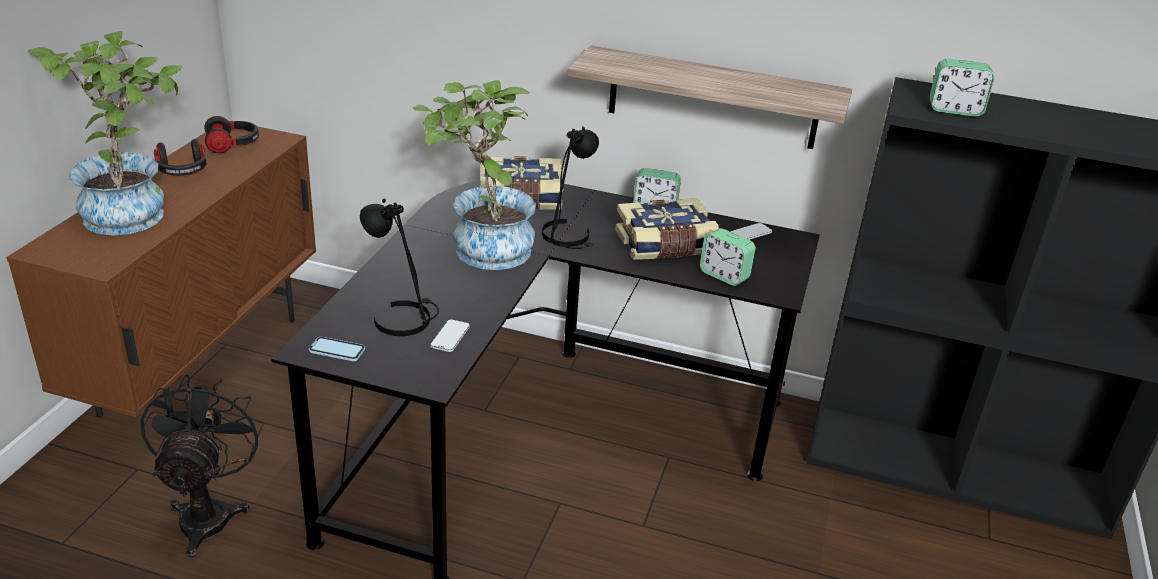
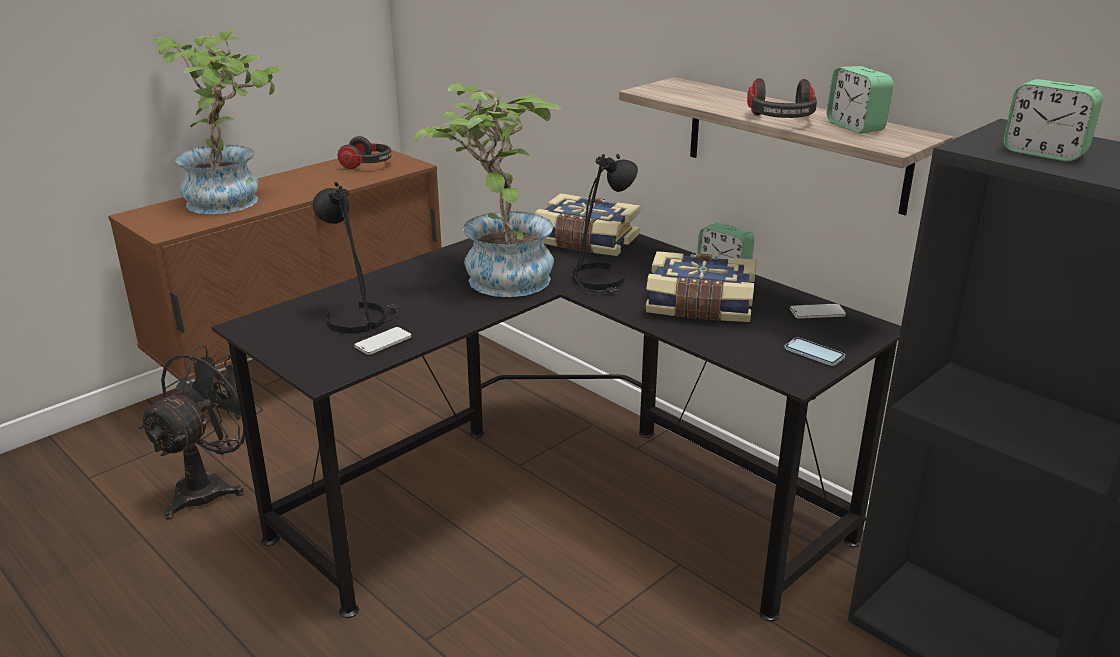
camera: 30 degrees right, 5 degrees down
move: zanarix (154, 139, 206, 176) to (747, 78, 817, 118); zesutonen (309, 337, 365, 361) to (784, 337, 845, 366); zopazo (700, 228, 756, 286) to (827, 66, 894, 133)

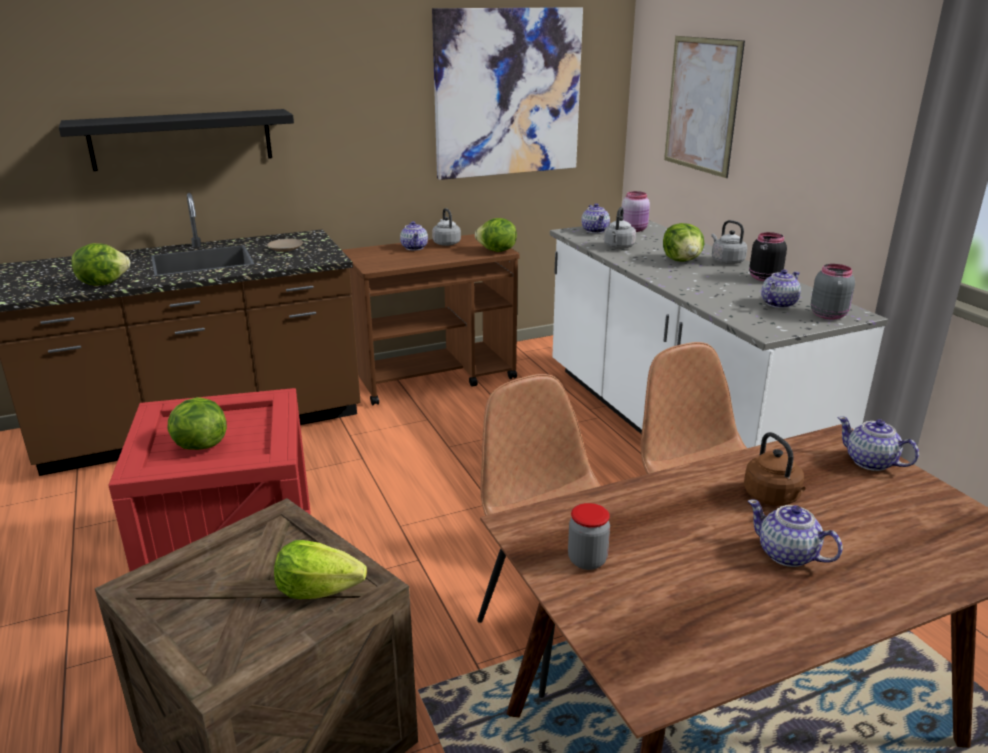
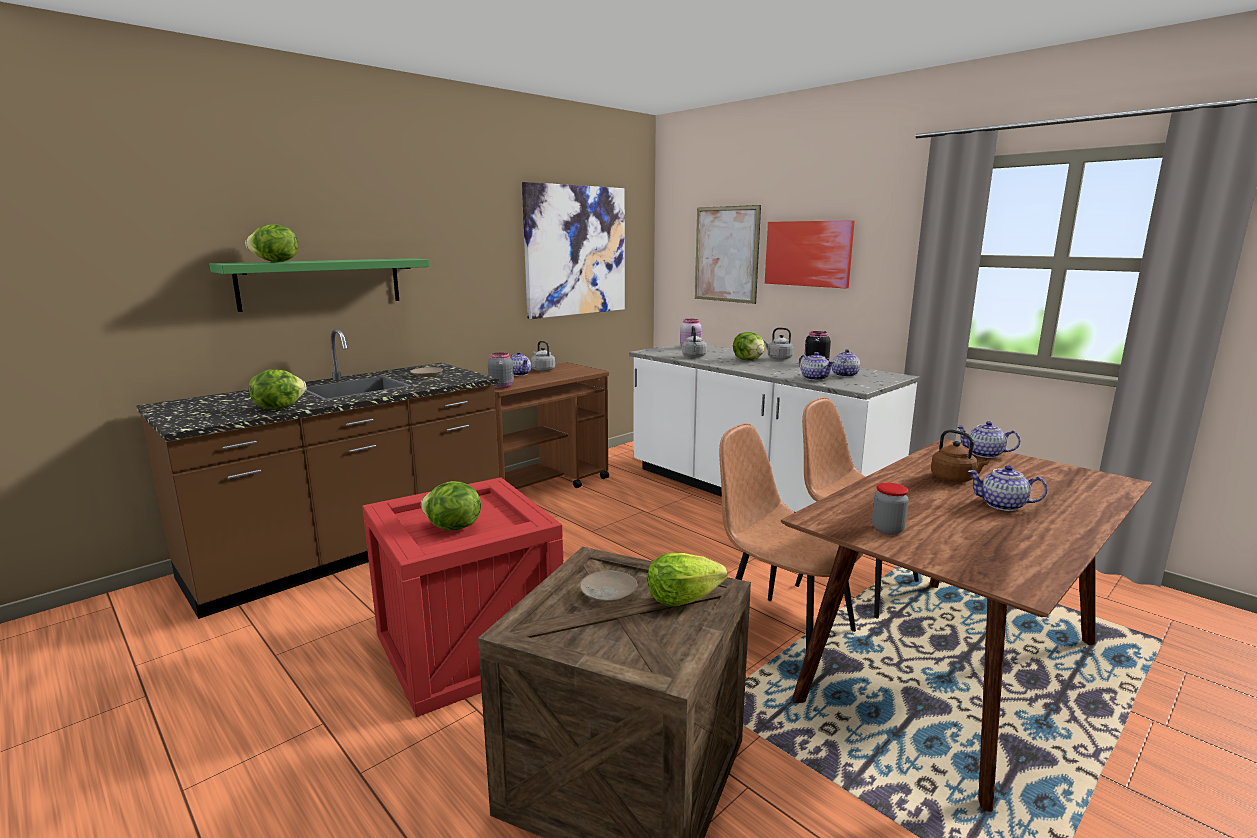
camera: 20 degrees left, 10 degrees down
insert: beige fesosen (580, 570, 637, 602); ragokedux (765, 220, 854, 288)
move: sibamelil (475, 218, 517, 252) to (245, 224, 298, 262); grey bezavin (811, 264, 855, 320) to (488, 353, 514, 388); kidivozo (581, 203, 610, 233) to (799, 352, 834, 381)
recolor: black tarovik (59, 109, 294, 171) to green tarovik (209, 258, 429, 312)

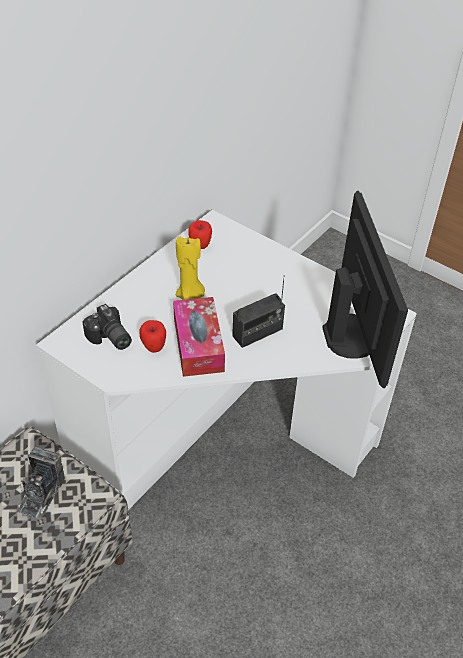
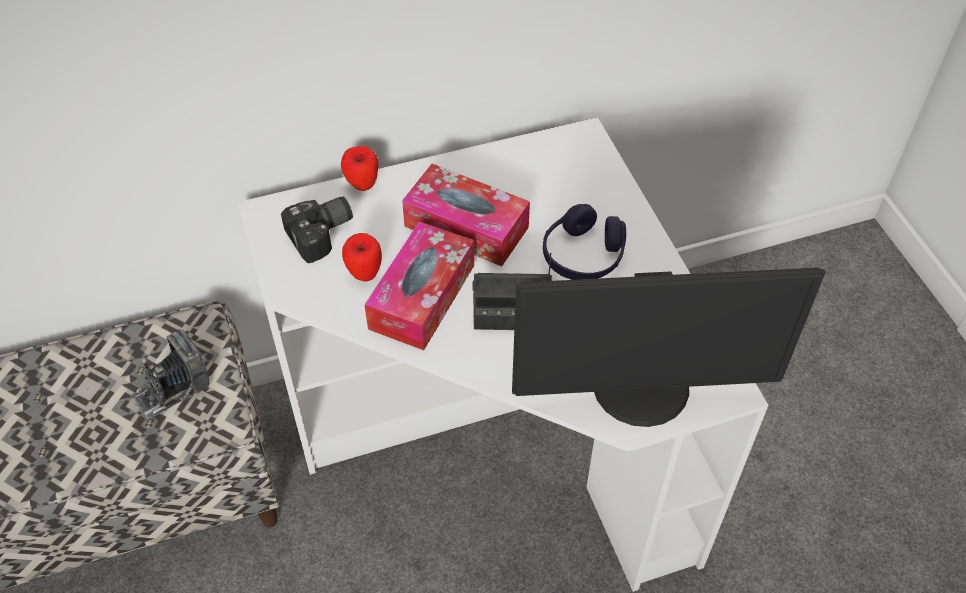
camera: 35 degrees right, 5 degrees up
insert: purple zanarix (543, 204, 626, 280)
move: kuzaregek (188, 220, 212, 249) to (341, 146, 378, 191)
replace: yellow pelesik (176, 236, 205, 300) to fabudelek (402, 164, 530, 266)
rotate: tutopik (82, 304, 132, 350) = (281, 197, 353, 263) 120 degrees counterclockwise; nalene (322, 191, 408, 388) = (512, 268, 825, 427) 60 degrees clockwise

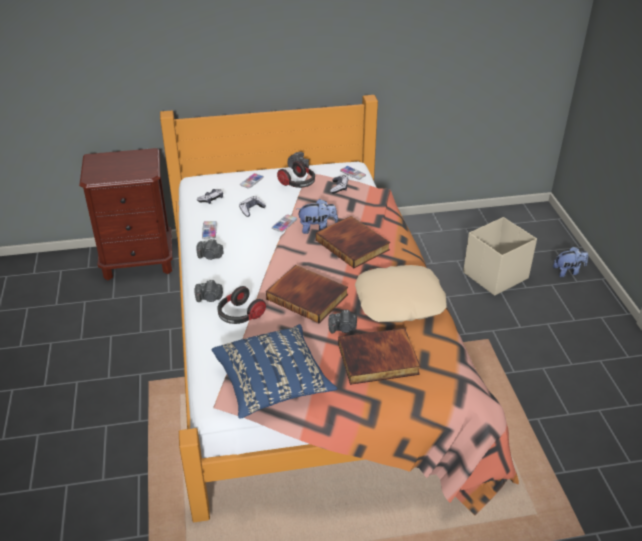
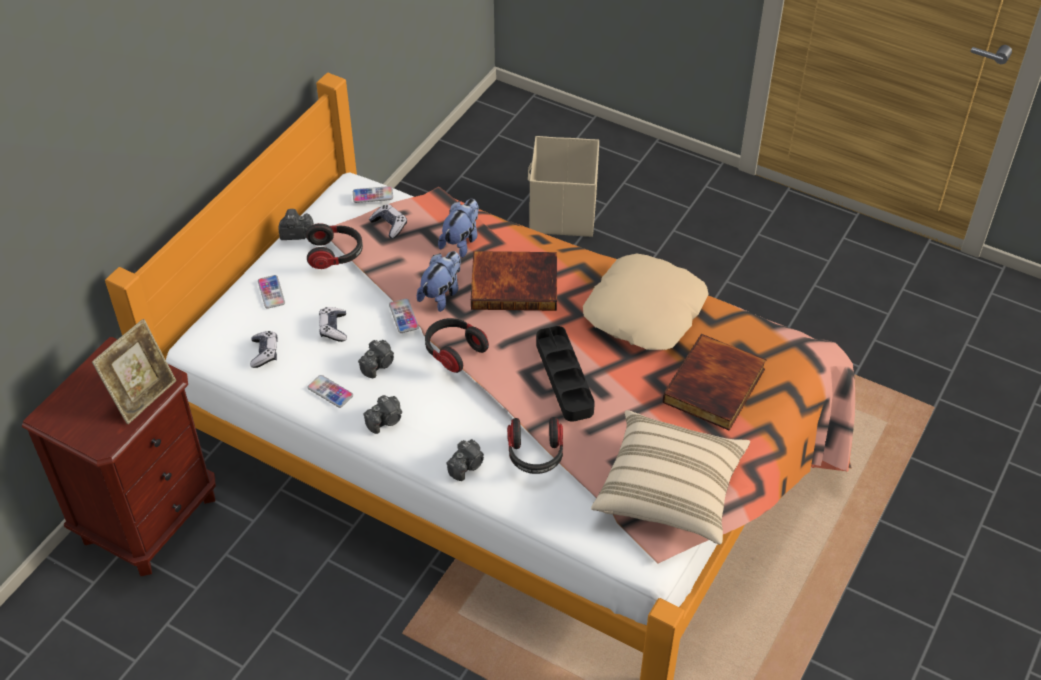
camera: 50 degrees left, 10 degrees up
insert: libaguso (92, 319, 176, 424); zanarix (425, 318, 489, 373)
move: tutopik (329, 310, 357, 334) to (358, 340, 394, 378); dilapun (553, 246, 588, 277) to (438, 199, 479, 258)
replace: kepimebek (266, 265, 348, 323) to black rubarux (536, 326, 595, 422)
recolor: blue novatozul (211, 324, 337, 419) to beige novatozul (591, 410, 750, 545)

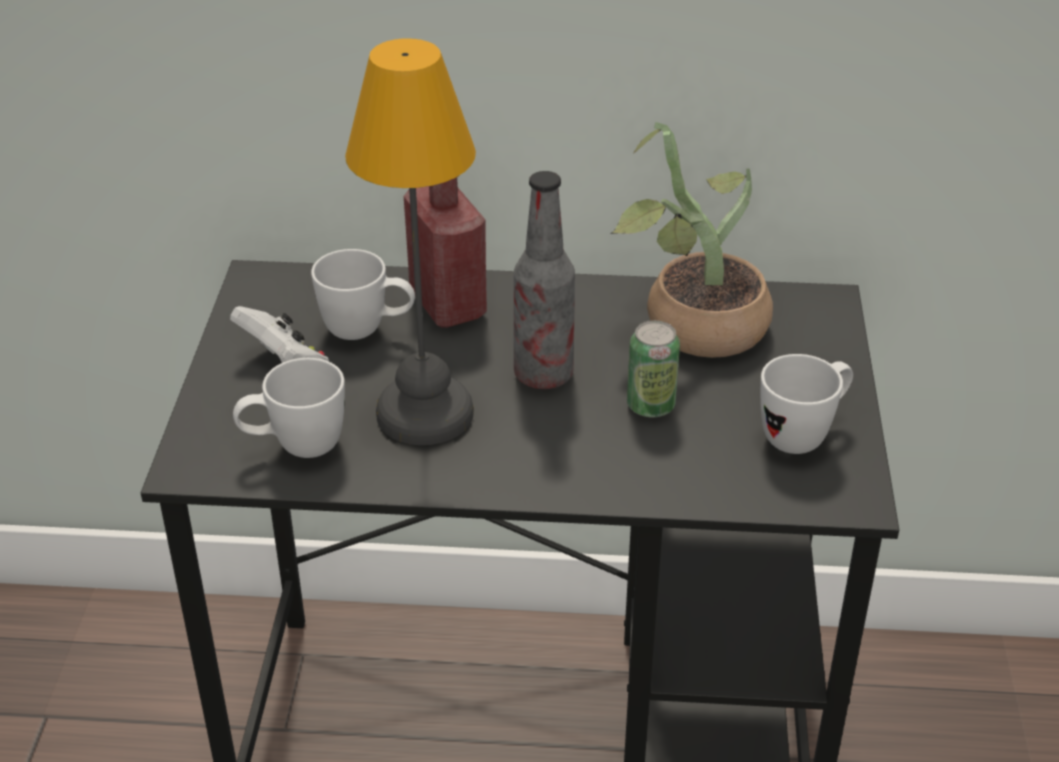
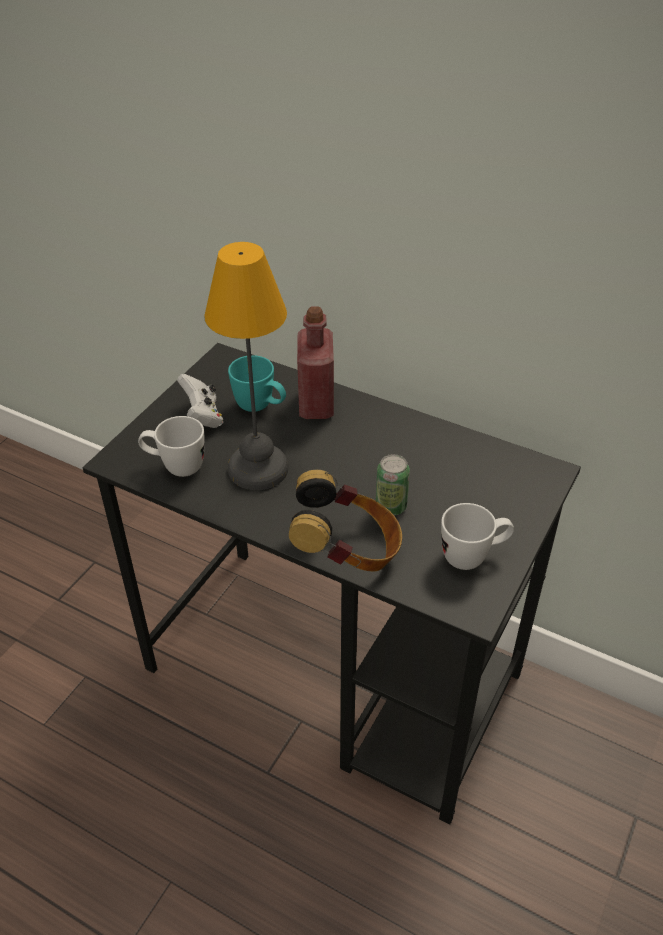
camera: 25 degrees right, 5 degrees up
delete: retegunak (514, 171, 575, 389); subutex (610, 122, 773, 358)
insert: zanarix (289, 470, 402, 571)
recolor: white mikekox (311, 249, 415, 340) to turquoise mikekox (228, 355, 286, 412)

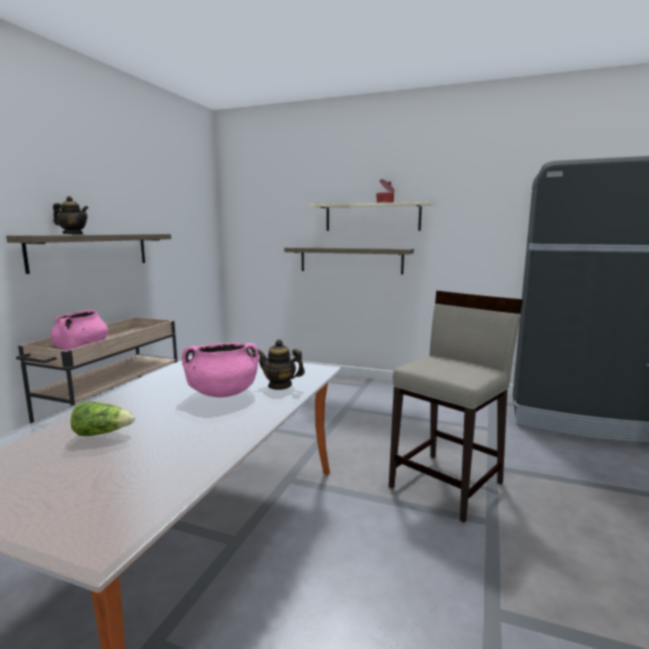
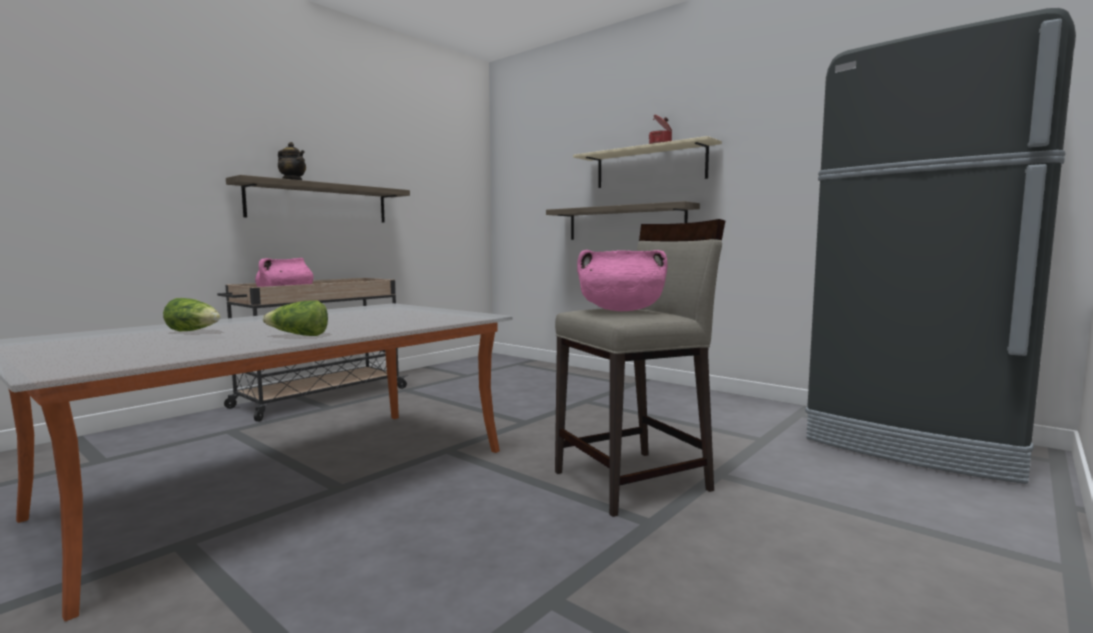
camera: 20 degrees right, 5 degrees down
delete: kidivozo (258, 339, 305, 390)
insert: sibamelil (263, 300, 328, 336)
move: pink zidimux (182, 343, 259, 397) to (577, 250, 668, 311)

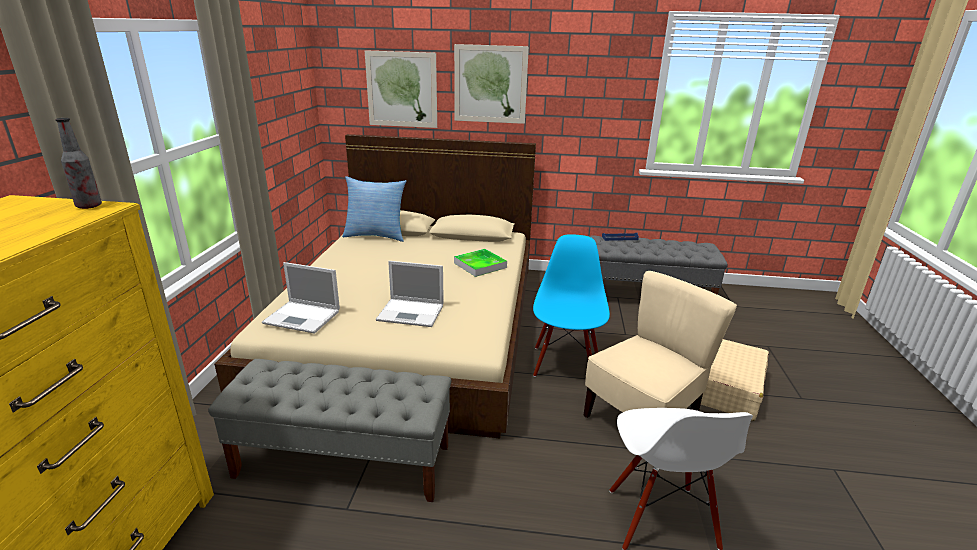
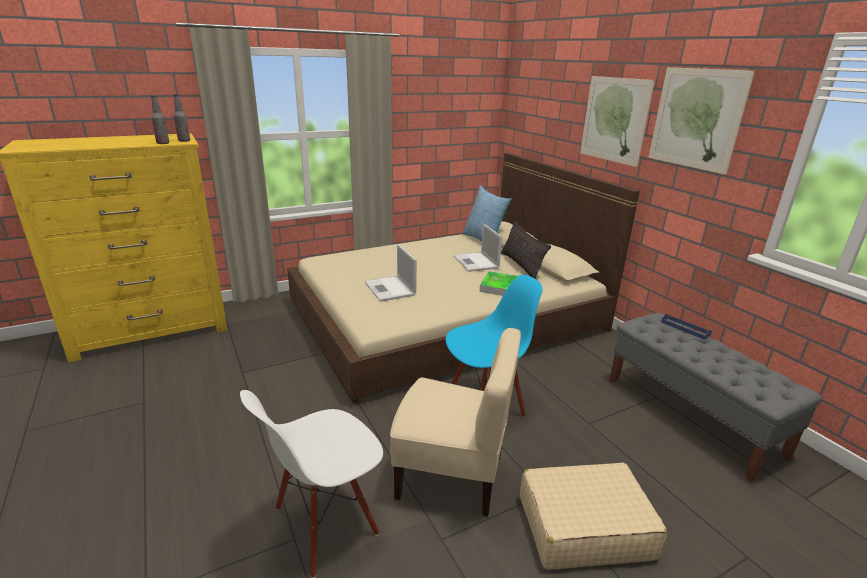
camera: 55 degrees right, 0 degrees up
delete: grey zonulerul (208, 359, 451, 502)
insert: retegunak (150, 95, 169, 144); novatozul (501, 221, 551, 279)
move: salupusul (262, 262, 340, 334) to (453, 224, 502, 272); ragokedux (365, 50, 437, 128) to (649, 67, 755, 174)

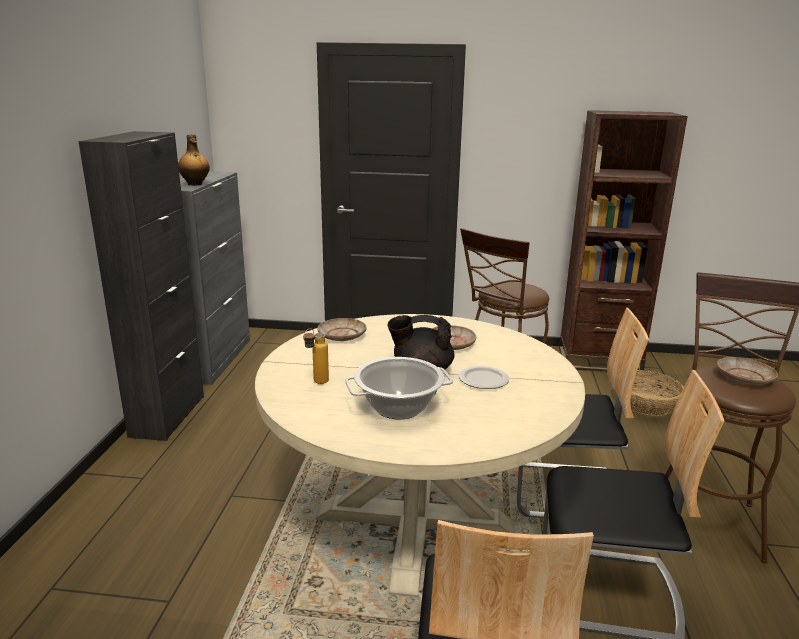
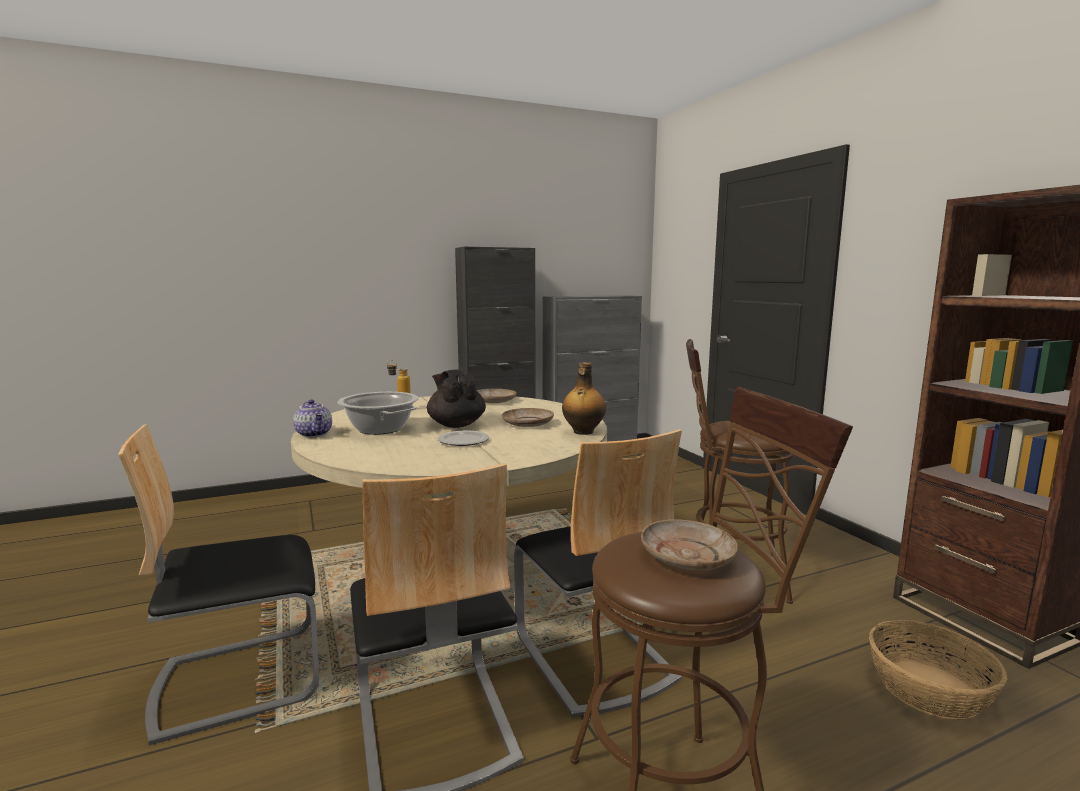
camera: 60 degrees right, 10 degrees down
insert: kidivozo (293, 399, 332, 438)
move: retegunak (178, 134, 210, 186) to (562, 362, 606, 435)

